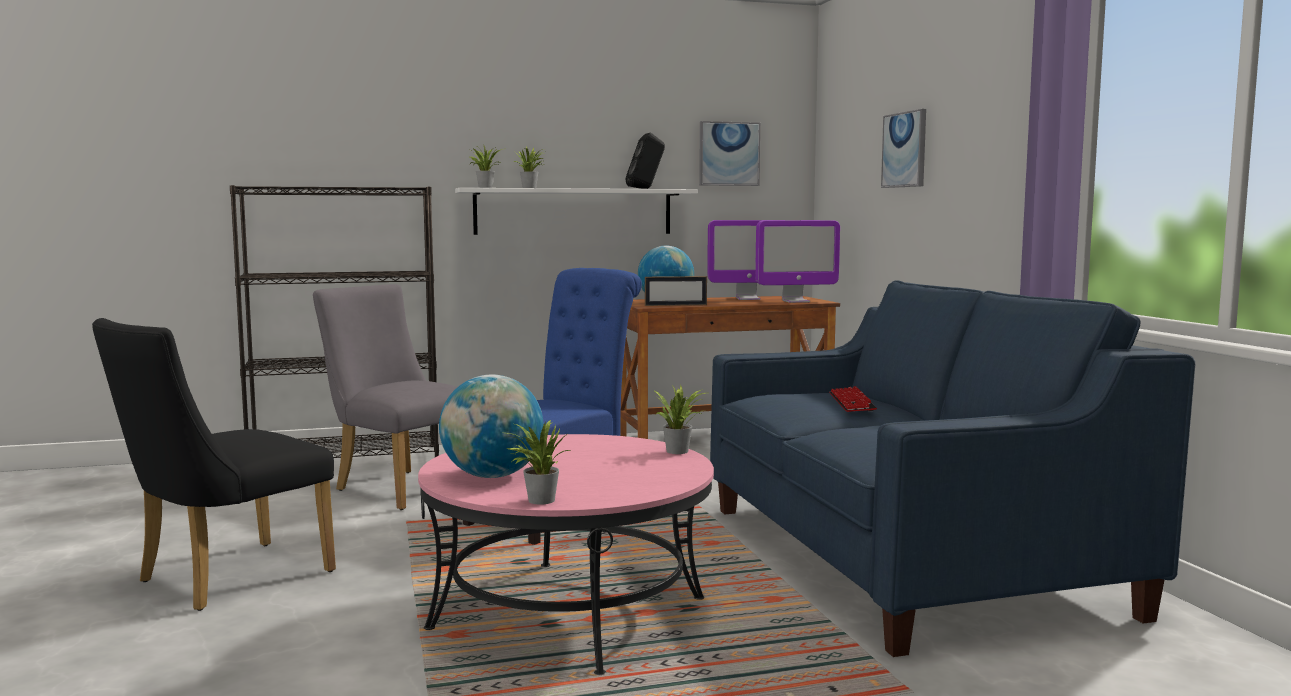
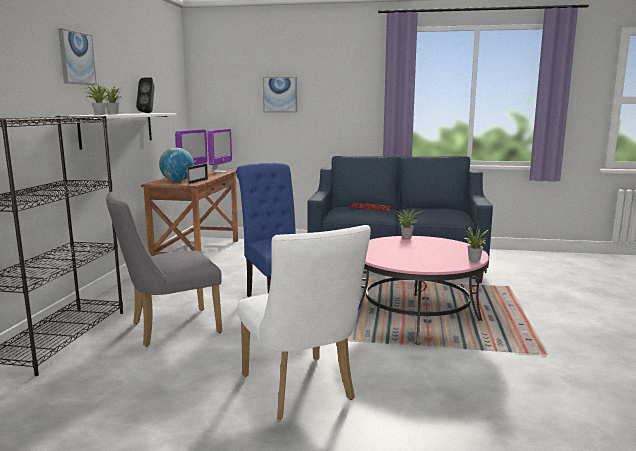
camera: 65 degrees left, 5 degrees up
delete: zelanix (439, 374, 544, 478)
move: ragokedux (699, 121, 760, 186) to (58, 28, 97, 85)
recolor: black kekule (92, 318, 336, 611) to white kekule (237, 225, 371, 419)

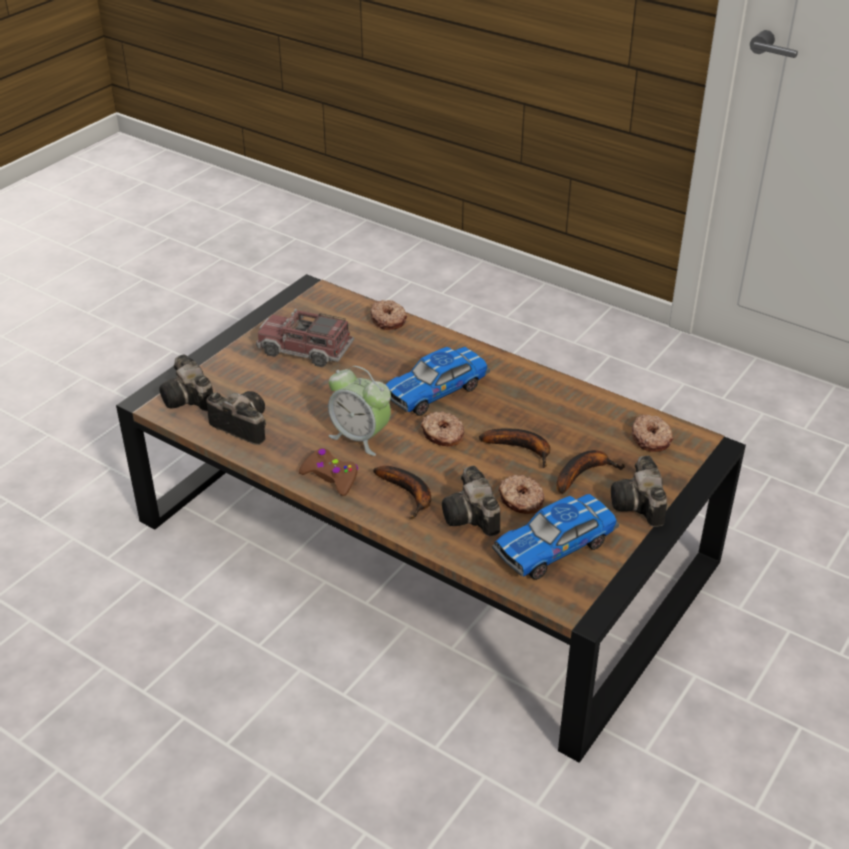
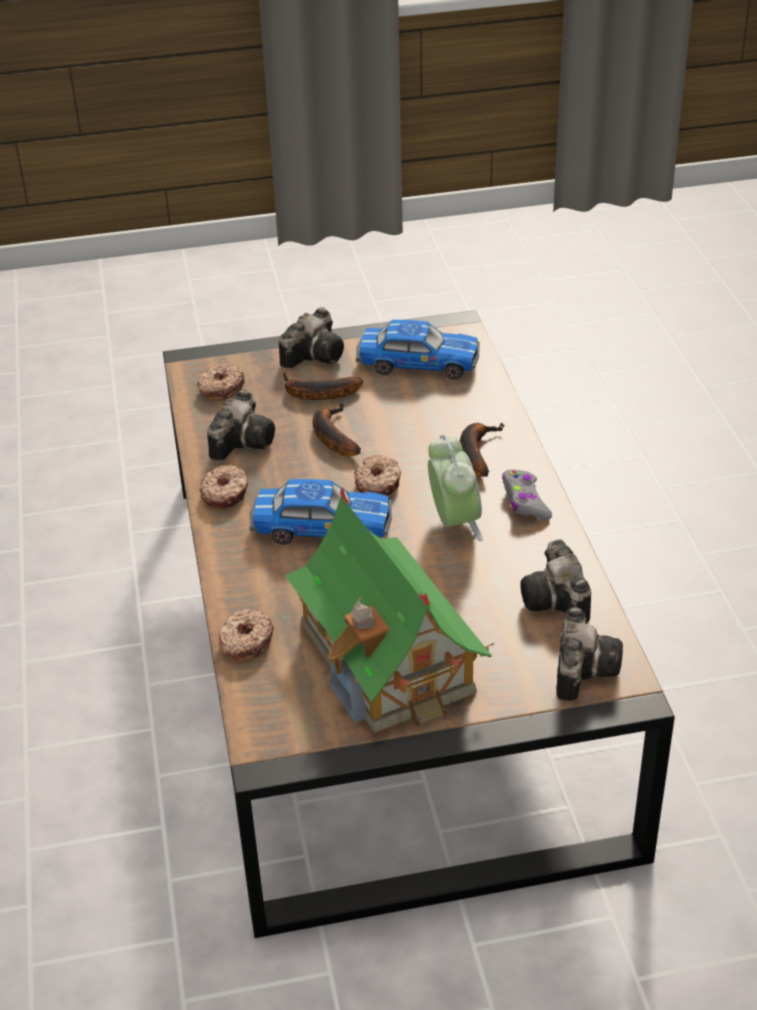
camera: 135 degrees left, 0 degrees up
move: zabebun (498, 475, 544, 514) to (199, 465, 248, 509); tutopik (442, 466, 500, 536) to (207, 390, 275, 461)
replace: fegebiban (256, 309, 354, 367) to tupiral (285, 487, 495, 733)
recolor: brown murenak (299, 448, 358, 496) to grey murenak (502, 470, 552, 520)

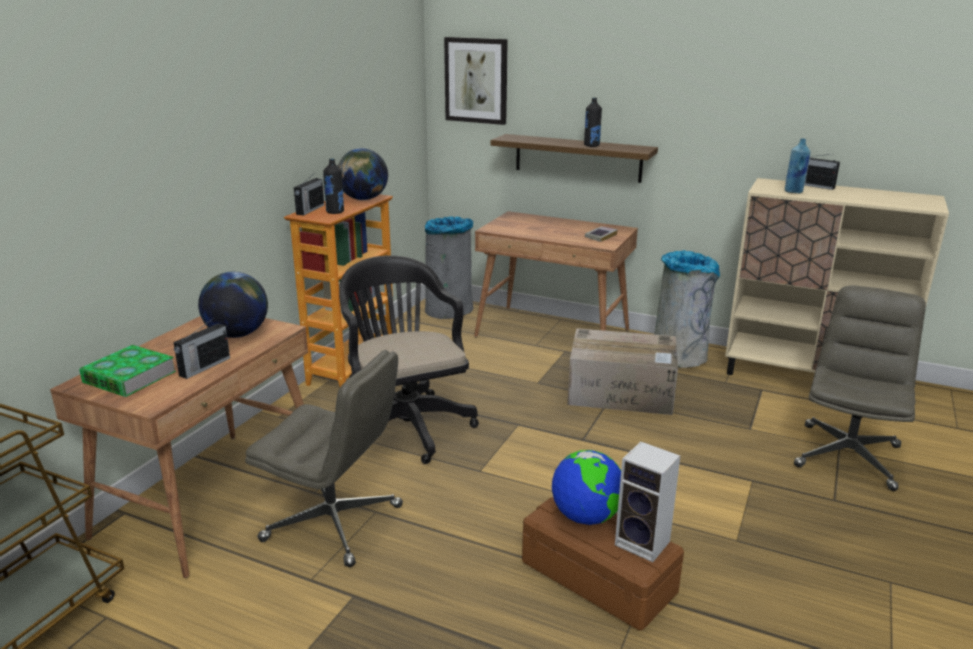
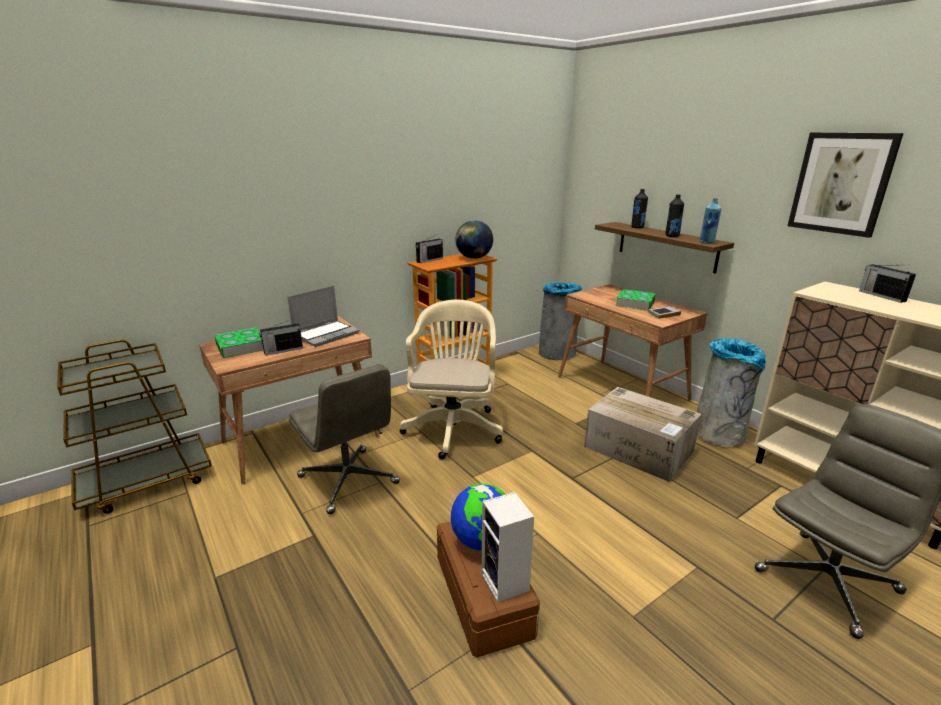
camera: 30 degrees right, 0 degrees up
insert: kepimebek (616, 289, 656, 310)
move: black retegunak (323, 158, 344, 214) to (631, 189, 648, 229); blue retegunak (785, 139, 811, 193) to (699, 198, 722, 244); ragokedux (444, 37, 508, 125) to (788, 132, 904, 238)
replace: zelanix (198, 272, 268, 338) to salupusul (287, 286, 360, 347)
recolor: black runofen (339, 255, 479, 464) to beige runofen (400, 300, 503, 459)

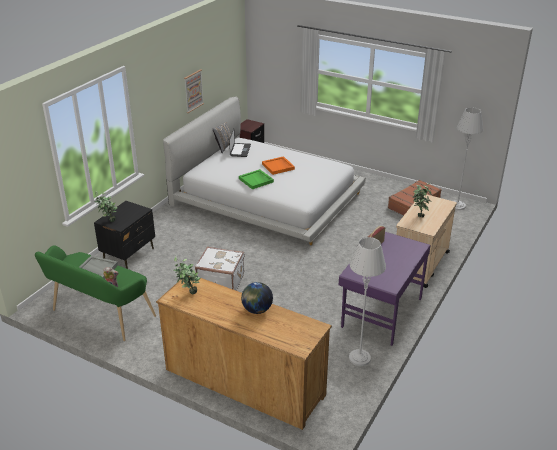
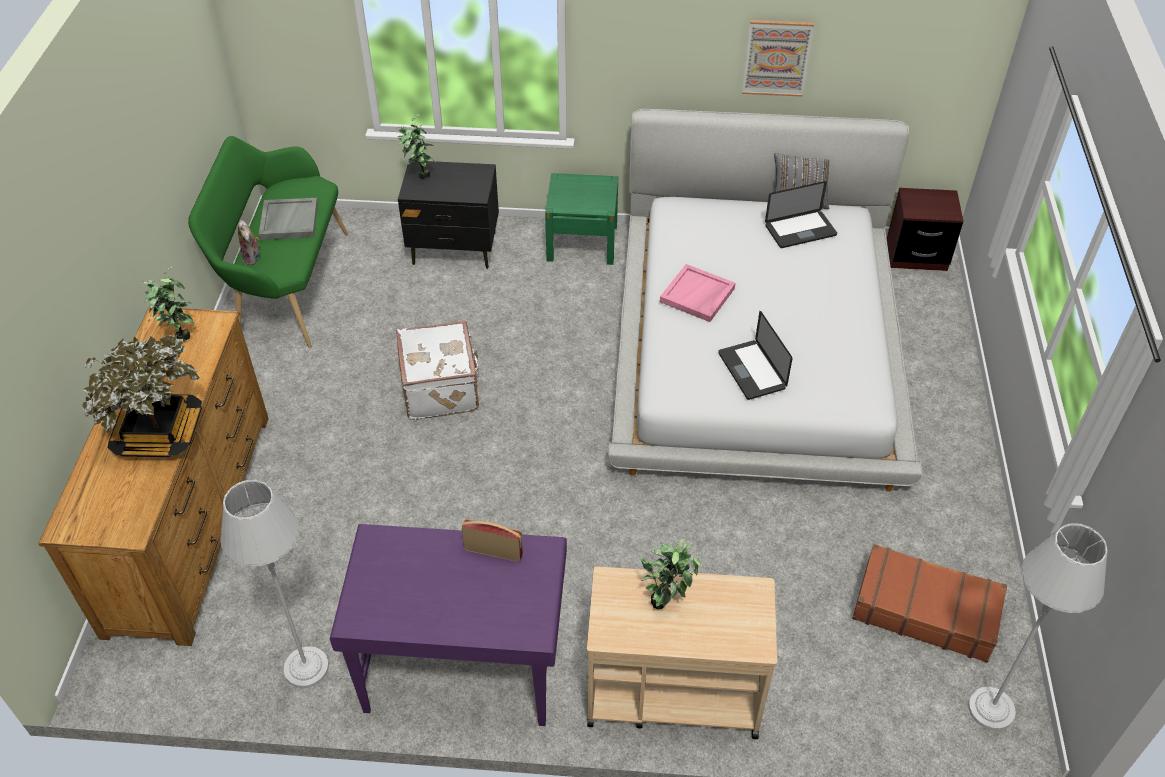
camera: 65 degrees right, 15 degrees up
delete: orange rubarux (262, 156, 295, 175)
insert: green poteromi (545, 173, 618, 265); salupusul (718, 311, 792, 400)
replace: zelanix (241, 282, 273, 314) to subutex (82, 335, 202, 457)
recolor: green rubarux (239, 169, 274, 189) to pink rubarux (660, 264, 735, 322)

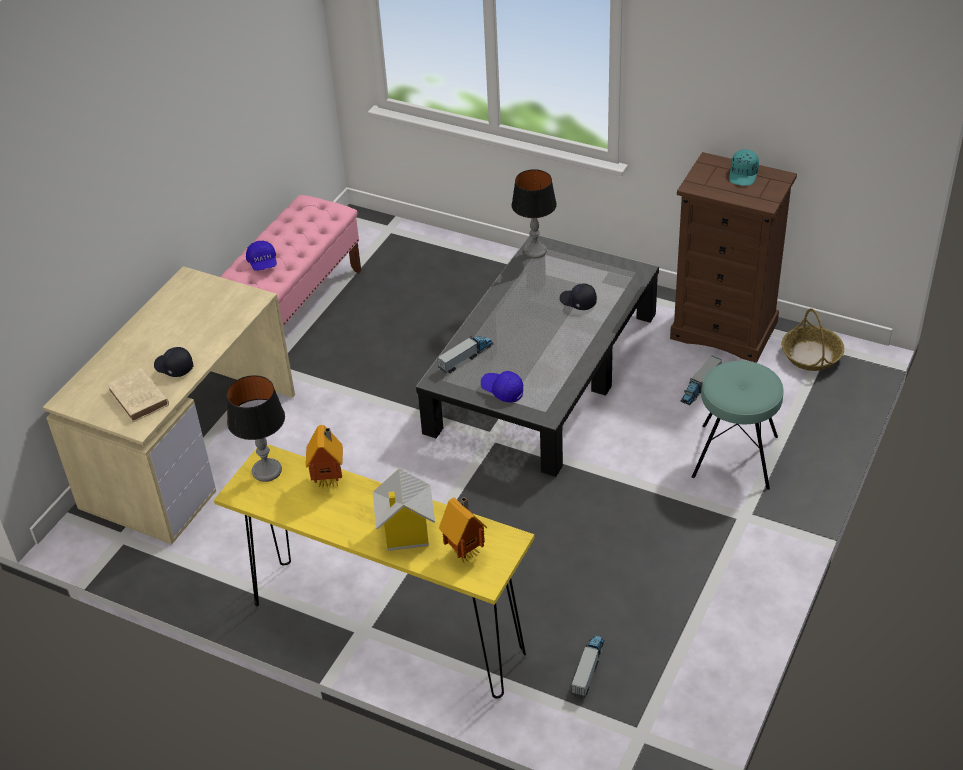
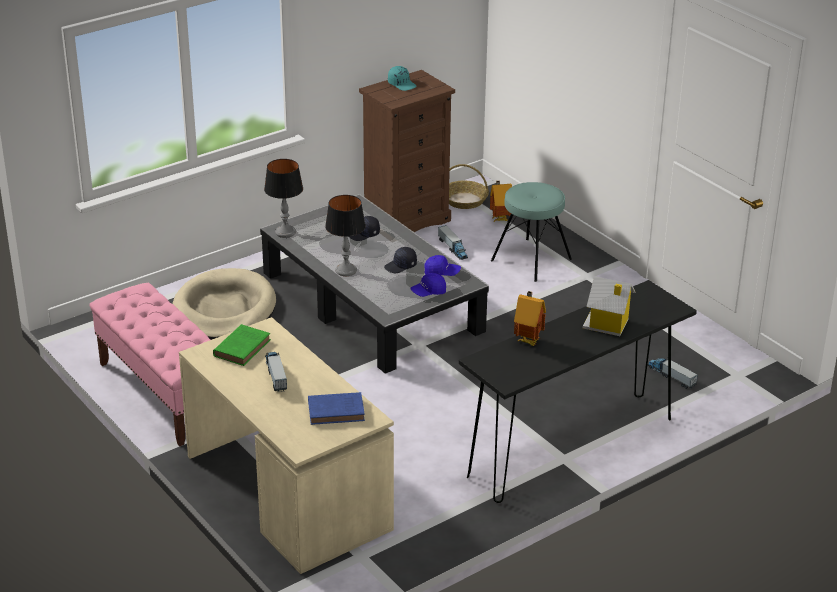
camera: 65 degrees left, 10 degrees down
insert: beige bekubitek (172, 268, 276, 340); green kepimebek (213, 324, 271, 366)
move: fegebiban (437, 336, 493, 373) to (265, 352, 287, 392); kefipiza (227, 375, 285, 482) to (325, 195, 366, 276); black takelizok (154, 347, 193, 377) to (384, 247, 417, 273); blue takelizok (246, 241, 277, 271) to (424, 255, 461, 276); tupiral (439, 497, 487, 562) to (490, 181, 512, 222)
recolor: beige kepimebek (107, 368, 169, 422) to blue kepimebek (308, 392, 365, 425); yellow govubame (214, 444, 535, 699) to black govubame (459, 280, 697, 503)

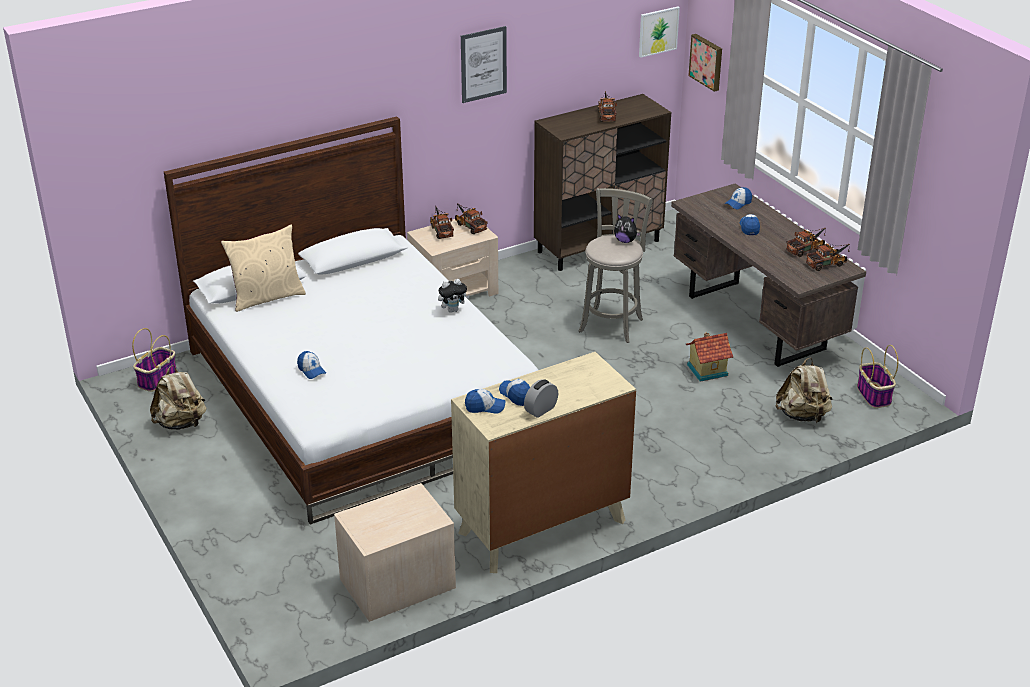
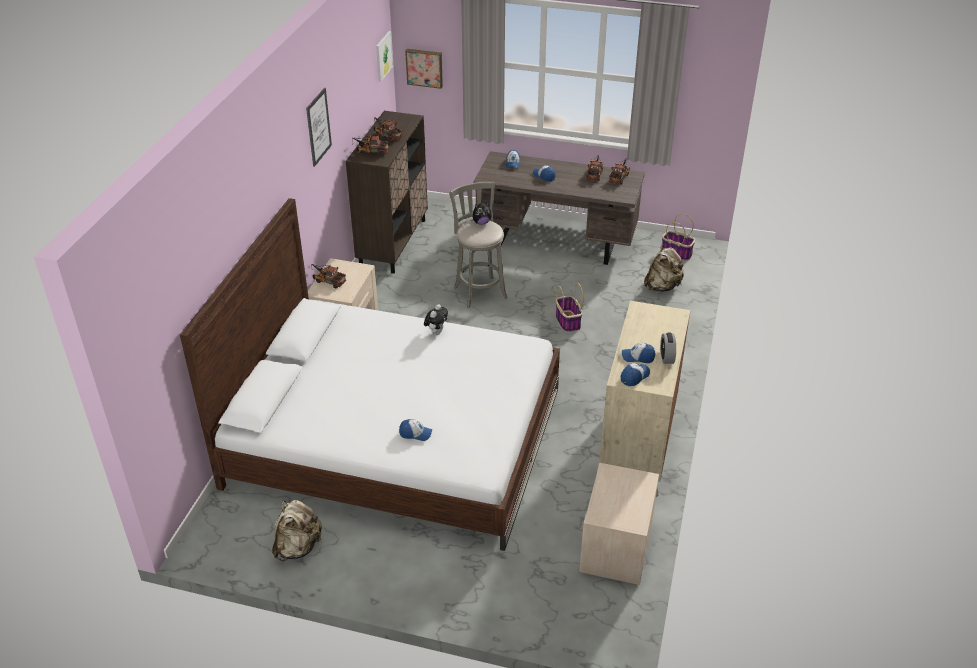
camera: 45 degrees left, 5 degrees up
delete: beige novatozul (221, 224, 306, 312); tupiral (686, 332, 733, 382)
move: fegebiban (455, 203, 488, 234) to (352, 135, 388, 156); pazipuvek (132, 328, 176, 392) to (556, 283, 583, 332)

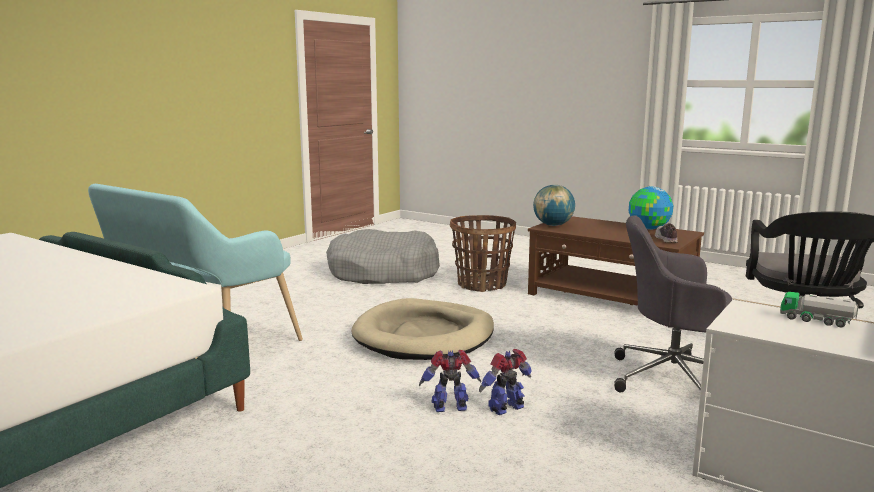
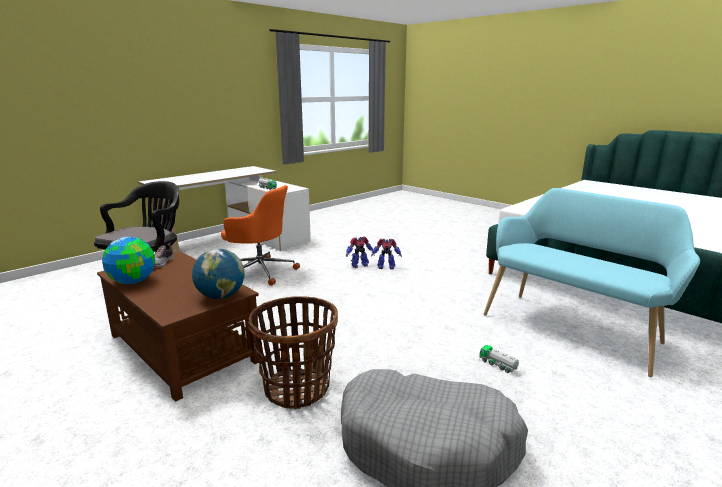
camera: 170 degrees left, 5 degrees up
delete: beige bekubitek (351, 298, 494, 360)
insert: fegebiban (479, 345, 519, 373)
recolor: grey runofen (614, 215, 732, 392) to orange runofen (221, 185, 300, 286)

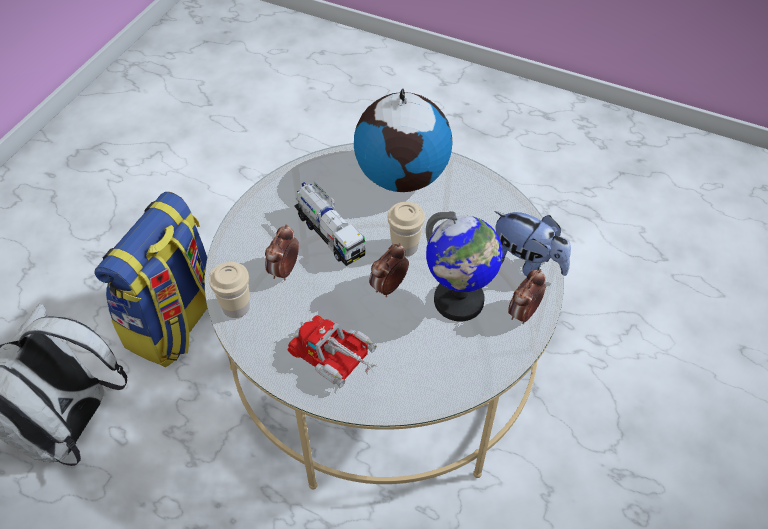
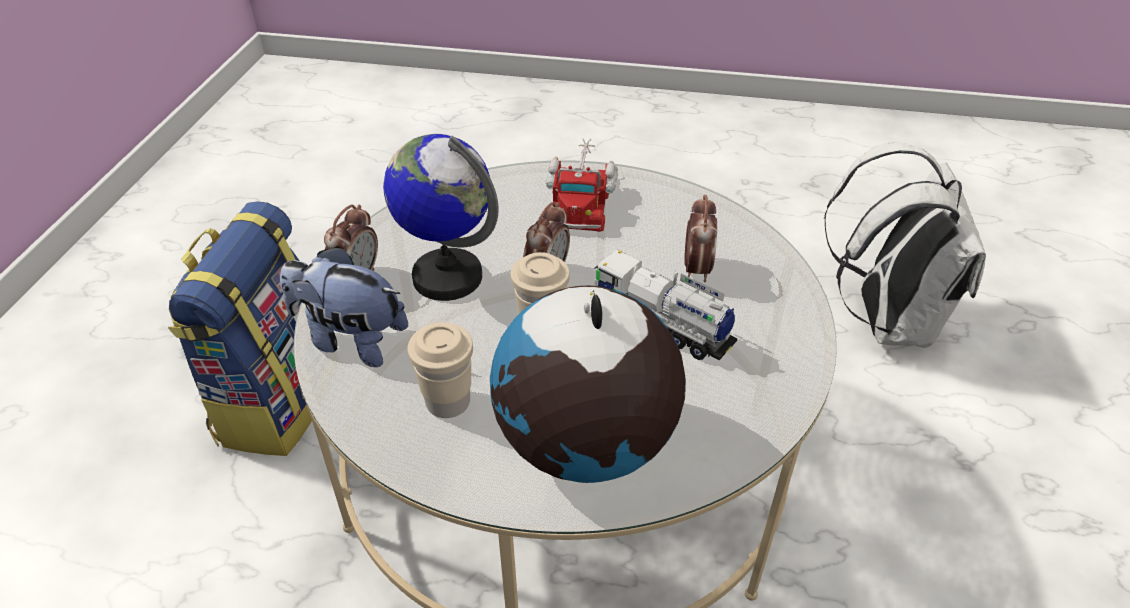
camera: 165 degrees right, 10 degrees down
move: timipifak (94, 192, 207, 367) to (168, 201, 312, 456); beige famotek (209, 262, 250, 318) to (408, 322, 473, 418)
rotate: fegebiban (288, 315, 378, 388) = (546, 139, 618, 232) 75 degrees clockwise

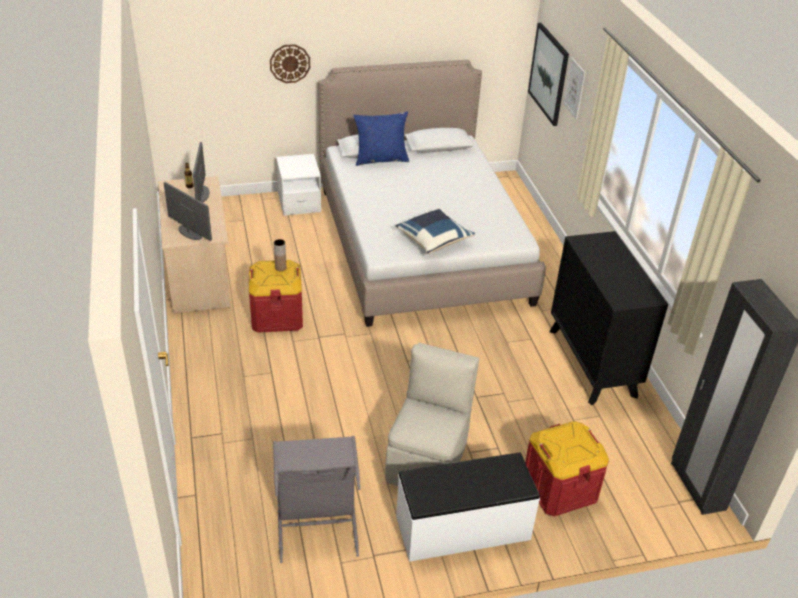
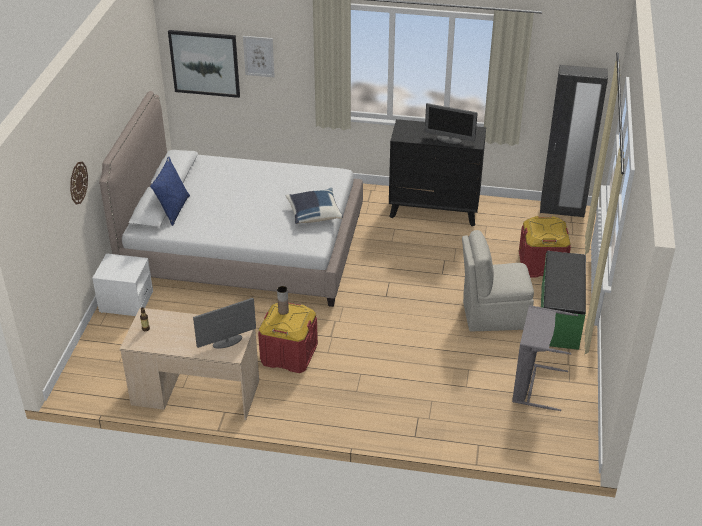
camera: 65 degrees left, 0 degrees up
move: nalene (193, 142, 209, 203) to (425, 103, 478, 144)
recolor: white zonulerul (396, 453, 540, 562) to green zonulerul (541, 251, 586, 350)
rotate: beige kekule (385, 343, 479, 486) = (462, 230, 534, 331) 45 degrees counterclockwise

